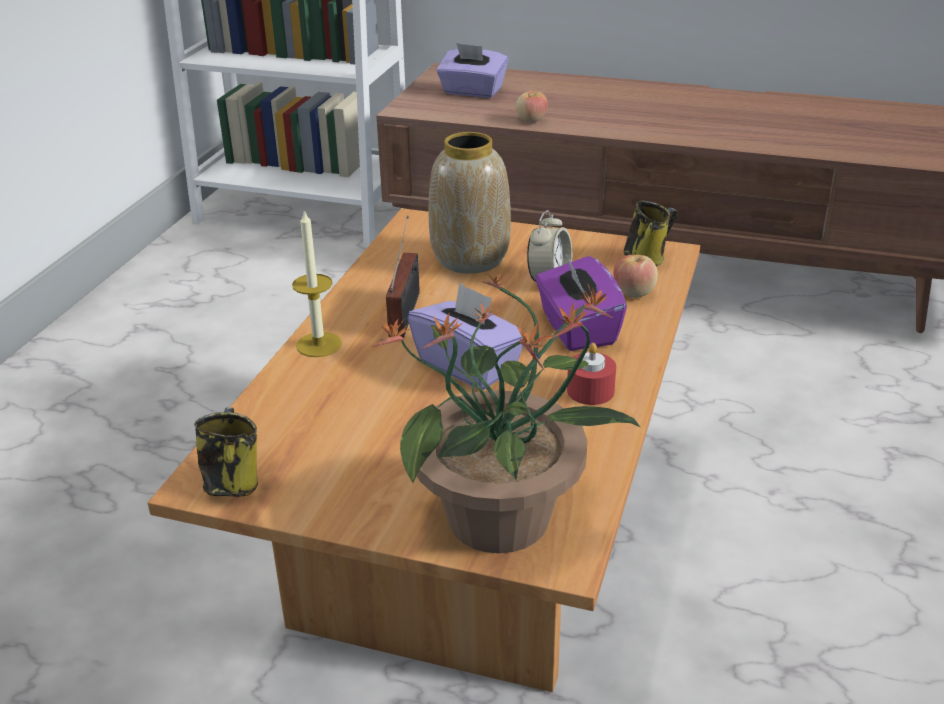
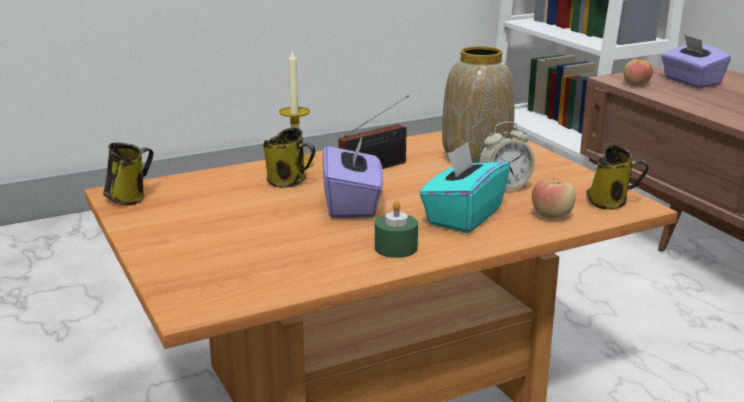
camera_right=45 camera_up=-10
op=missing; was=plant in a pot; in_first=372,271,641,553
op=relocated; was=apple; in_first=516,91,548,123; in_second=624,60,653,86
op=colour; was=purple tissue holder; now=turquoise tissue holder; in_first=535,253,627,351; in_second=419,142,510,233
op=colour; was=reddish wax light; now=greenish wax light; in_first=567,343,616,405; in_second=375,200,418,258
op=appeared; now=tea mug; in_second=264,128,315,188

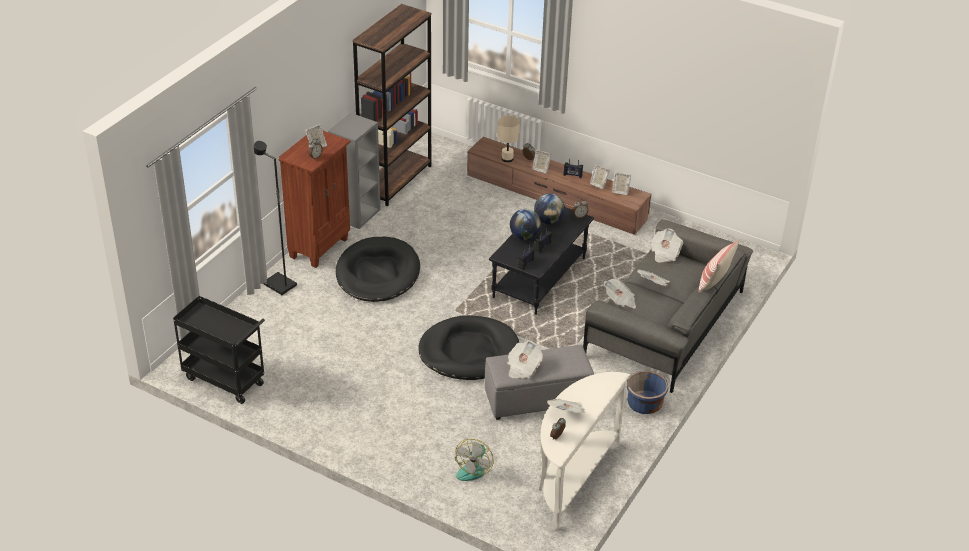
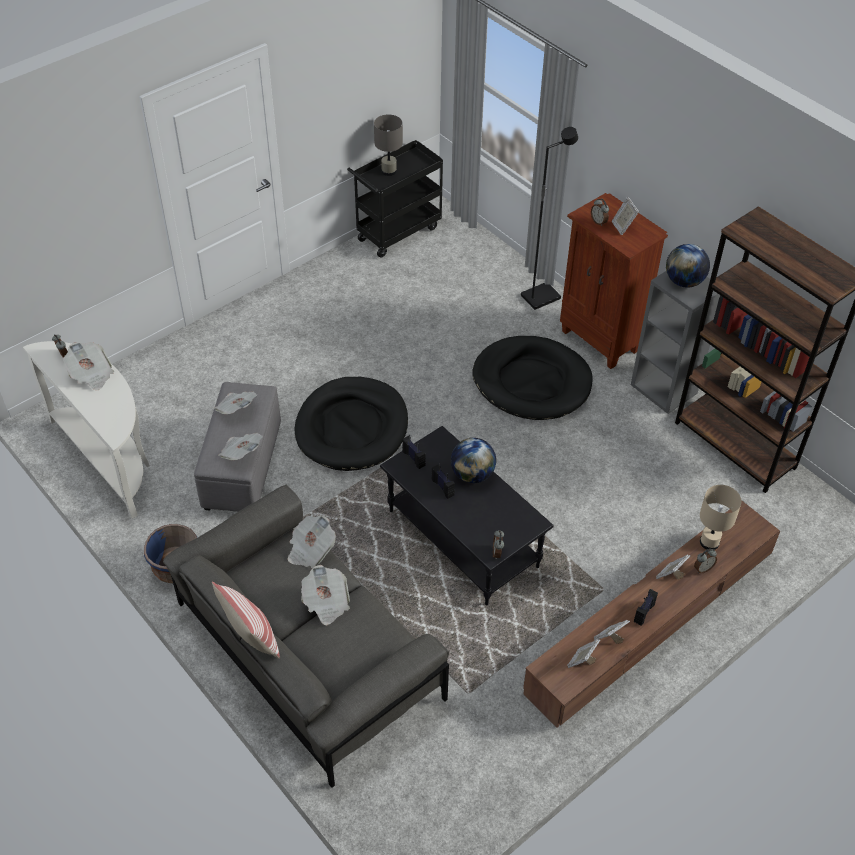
camera_right=110 camera_up=10
op=missing; was=fan; in_first=455,439,494,481
op=relocated; was=globe; in_first=534,193,565,224; in_second=666,244,710,288
op=relocated; was=daily paper; in_first=651,228,683,263; in_second=218,433,263,461
op=appeared; now=gray table lamp; in_second=374,114,403,176

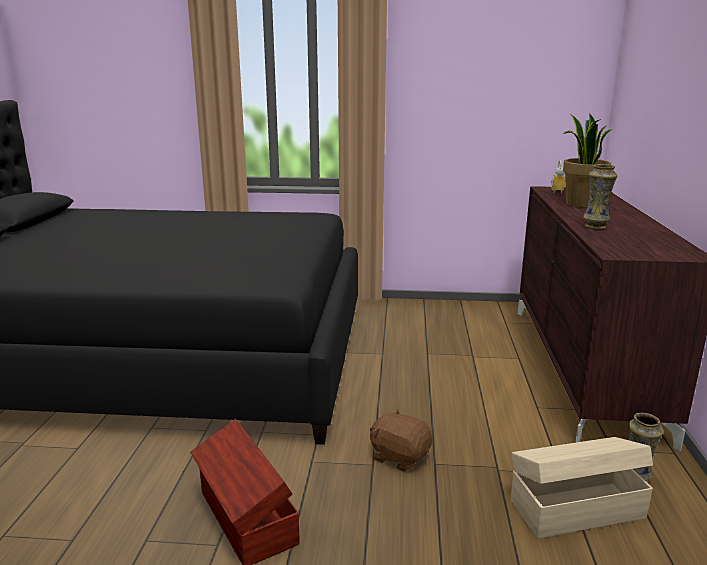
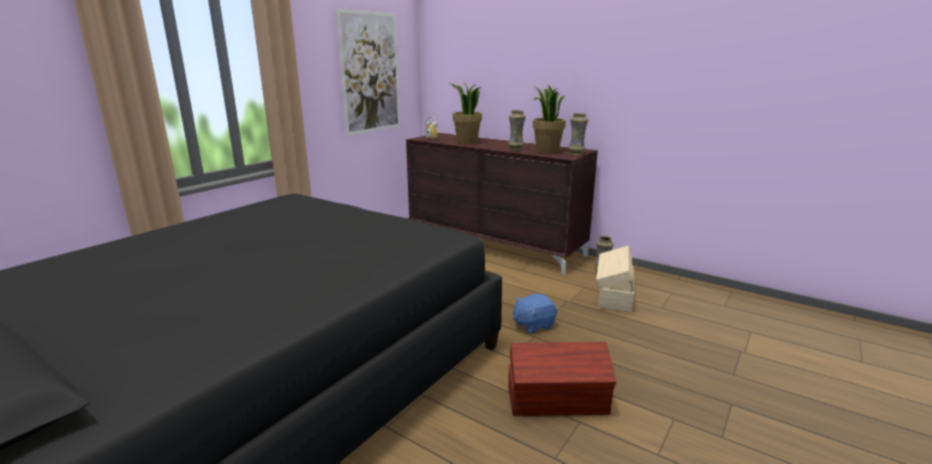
camera_right=-60 camera_up=0
op=colour; was=brown plush toy; now=blue-coloured plush toy; in_first=370,409,432,472; in_second=513,294,557,334
op=appeared; now=wall art; in_second=335,8,401,136
op=appeared; now=plant in a pot; in_second=533,85,566,154
op=appeared; now=decorative vase; in_second=568,113,588,155

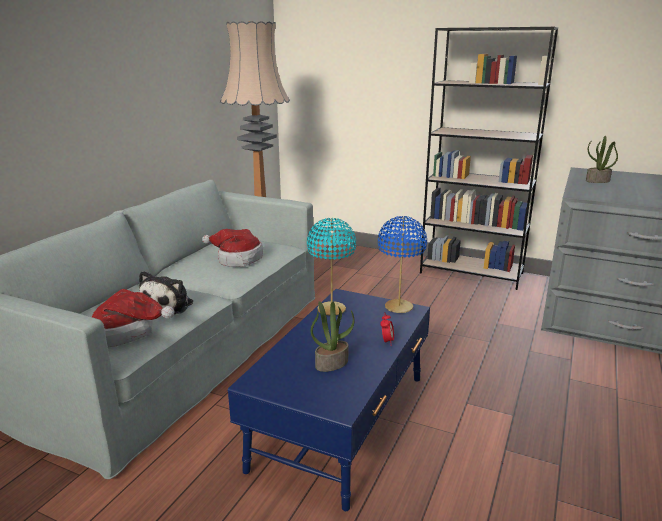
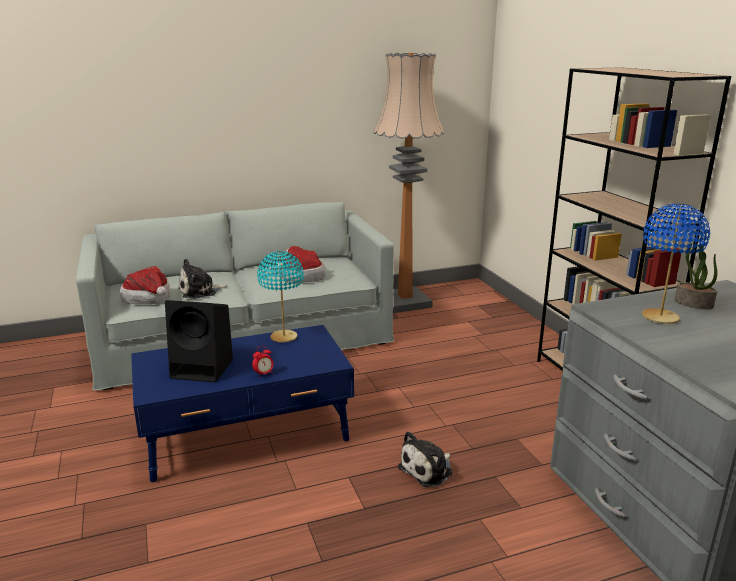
camera_right=45 camera_up=0
op=exchanged; was=plant in a pot; now=blackish speaker; in_first=311,301,355,372; in_second=165,300,233,383
op=relocated; was=blue-coloured table lamp; in_first=378,216,427,313; in_second=642,203,710,324
op=appeared; now=plush toy; in_second=398,431,452,487

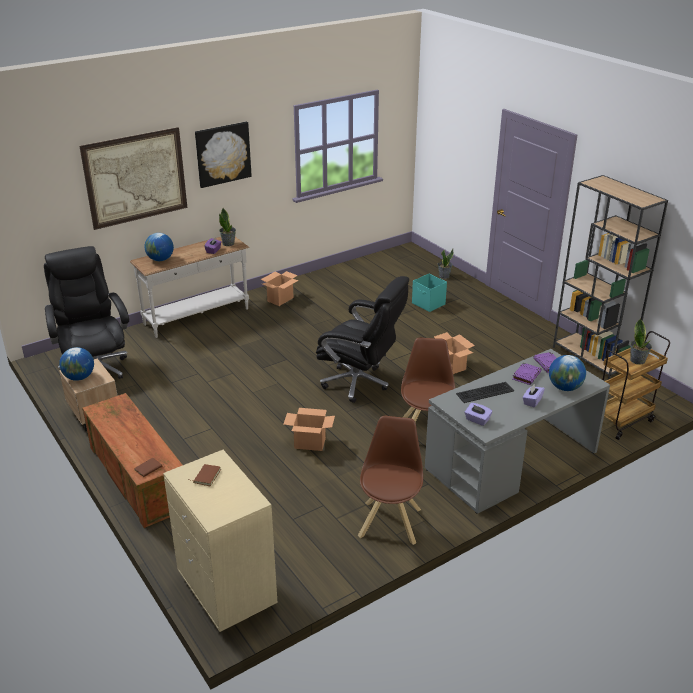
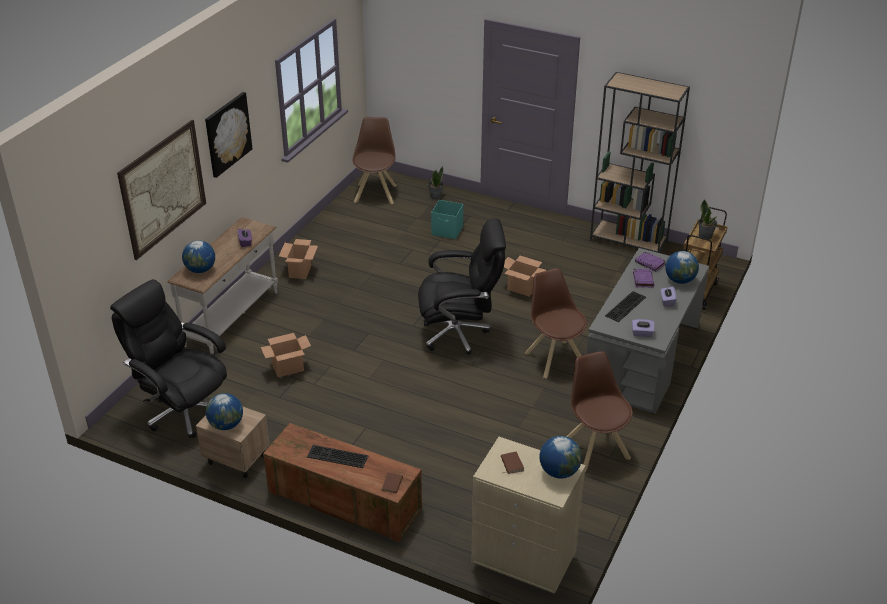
camera_right=-30 camera_up=5
op=missing; was=plant in a pot; in_first=219,208,236,246
op=relocated; was=carton; in_first=283,408,335,451; in_second=261,333,311,377
op=appeared; now=keyboard; in_second=307,445,368,468
op=appeared; now=brown chair; in_second=352,117,397,204
op=appeared; now=globe; in_second=539,436,582,478

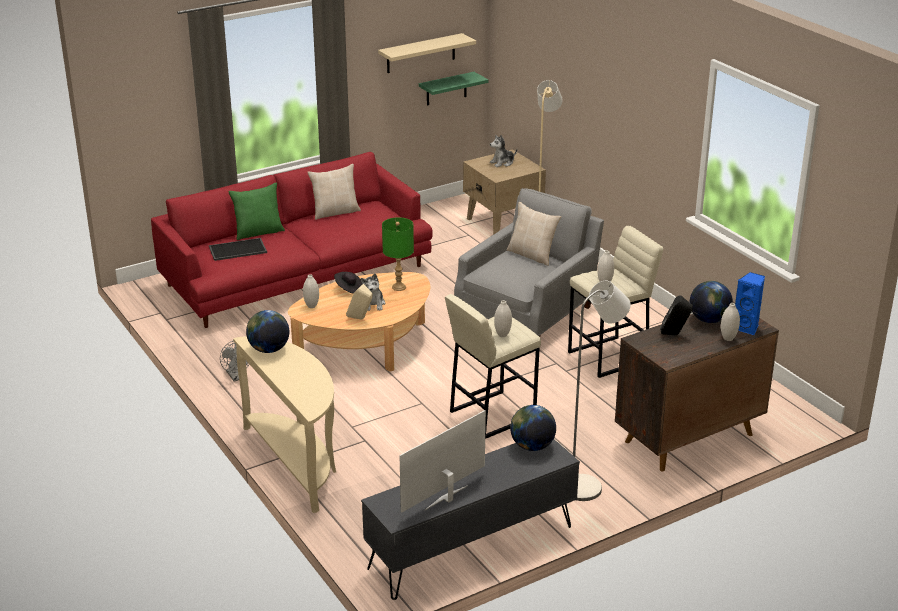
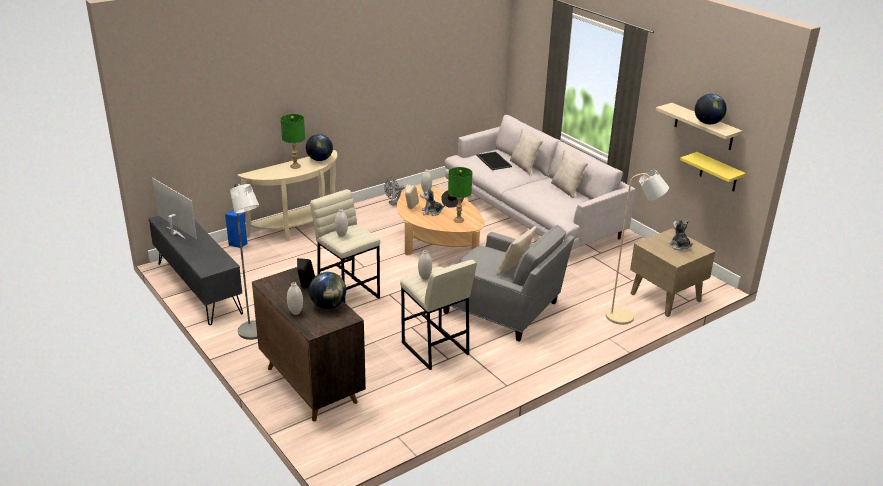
camera_right=85 camera_up=0
op=colour; was=reddish couch; now=white-coloured couch; in_first=151,152,433,328; in_second=445,115,635,250
op=colour; was=greenish pillow; now=sand-coloured pillow; in_first=228,182,285,240; in_second=510,128,543,174
op=colour; was=greenish bracket shelf; now=yellow bracket shelf; in_first=419,72,489,106; in_second=680,152,746,191
op=relocated; was=globe; in_first=510,405,556,451; in_second=695,94,727,124
op=relocated; was=blue-coloured speaker; in_first=735,272,765,335; in_second=225,209,247,248
op=appeared; now=greenish table lamp; in_second=281,114,305,169

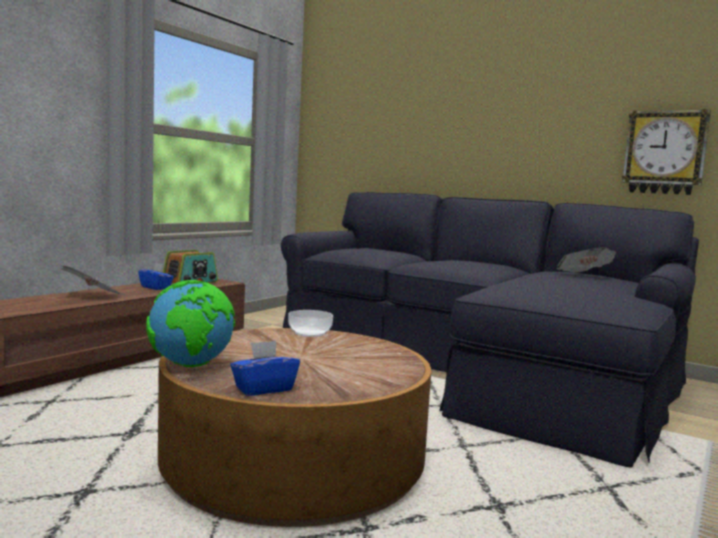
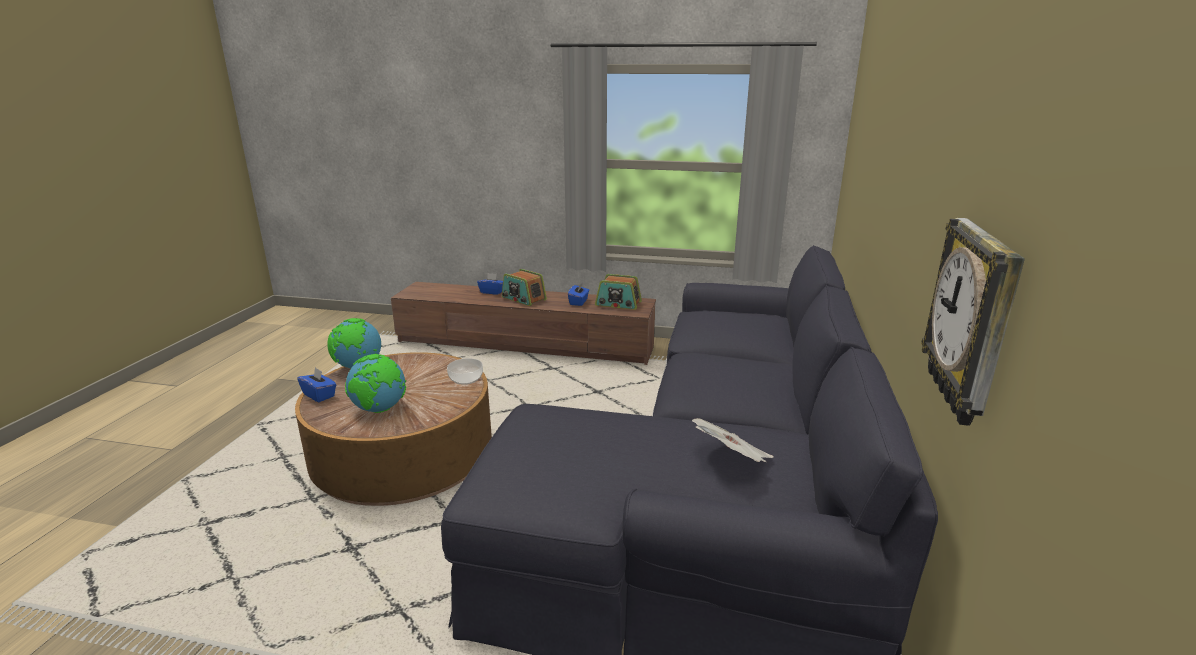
camera_right=70 camera_up=15
op=exchanged; was=daily paper; now=radio set; in_first=61,266,125,295; in_second=502,269,547,306
op=appeared; now=globe; in_second=345,354,406,413
op=appeared; now=blue-coloured tissue holder; in_second=477,273,503,295

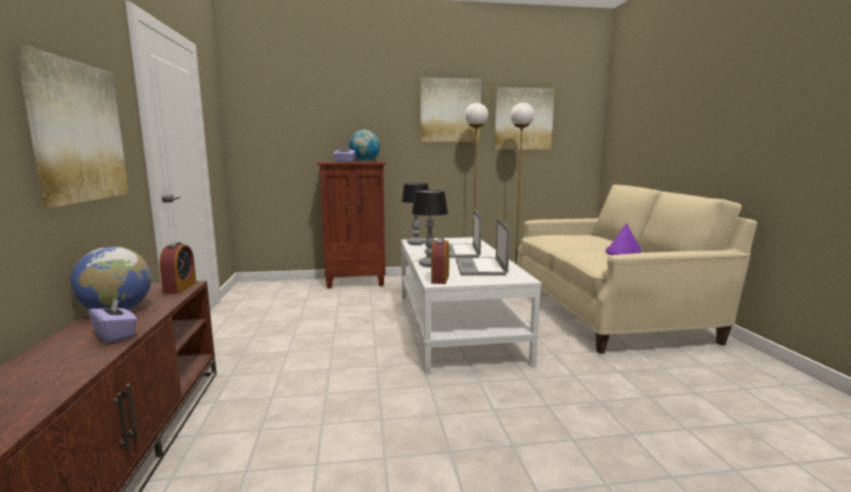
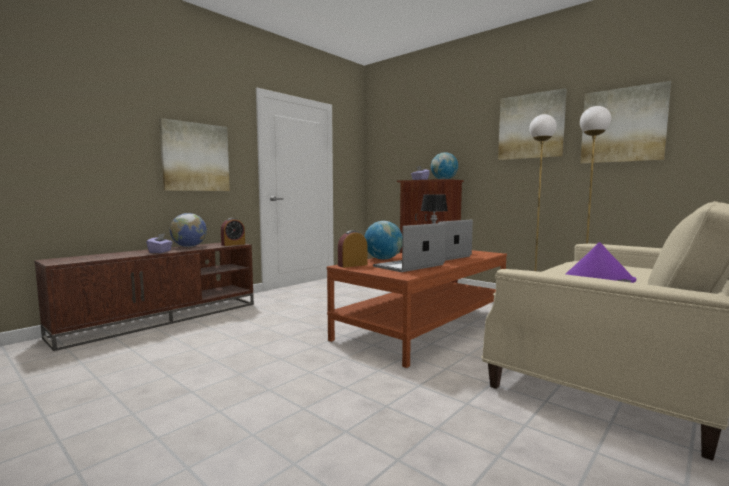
camera_right=50 camera_up=-5
op=colour; was=white-coloured coffee table; now=brown coffee table; in_first=401,237,541,374; in_second=327,250,507,368
op=exchanged; was=table lamp; now=globe; in_first=412,190,448,267; in_second=364,221,402,260

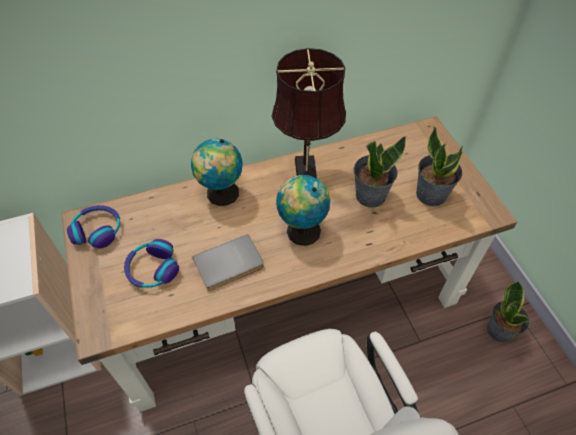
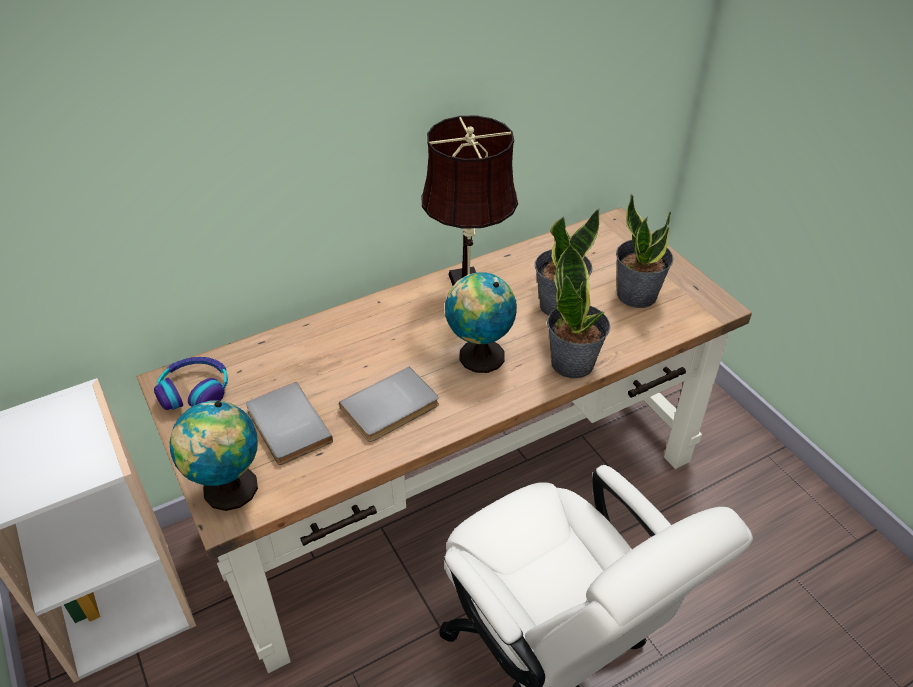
camera_right=-10 camera_up=-10
op=exchanged; was=headset; now=gray book; in_first=124,239,179,288; in_second=246,382,333,465
op=relocated; was=globe; in_first=191,138,243,206; in_second=169,400,258,511
op=relocated; was=plant in a pot; in_first=487,281,530,342; in_second=547,243,610,379

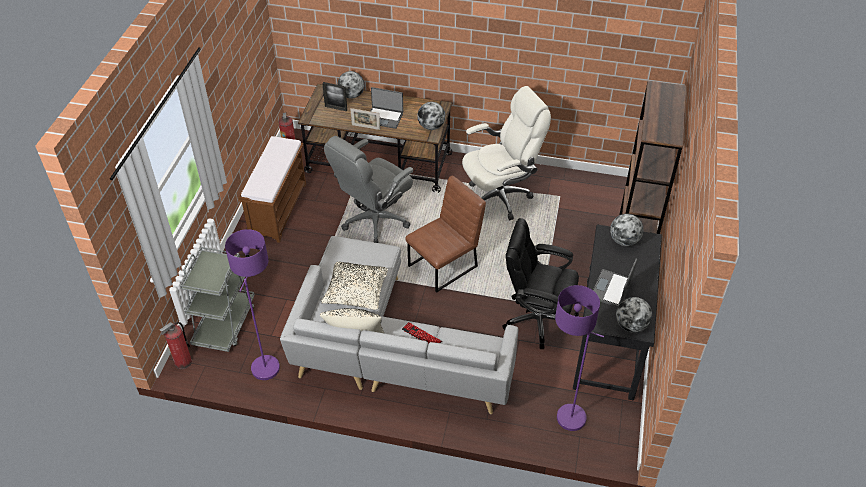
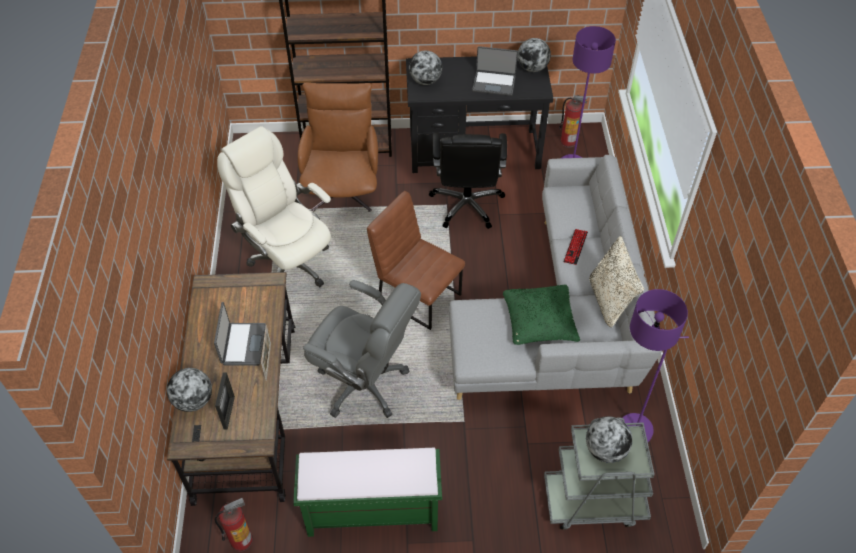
camera_right=-105 camera_up=5
op=relocated; was=extinguisher; in_first=159,322,192,369; in_second=559,95,588,148
op=colour; was=brown indoor bench; now=greenish indoor bench; in_first=238,136,306,243; in_second=293,448,442,537
op=colour; was=sand-coloured pillow; now=greenish pillow; in_first=321,262,388,310; in_second=503,284,580,345
op=relocated; was=globe; in_first=417,102,445,130; in_second=586,416,632,463
op=appeared; now=brown easy chair; in_second=298,83,378,212

